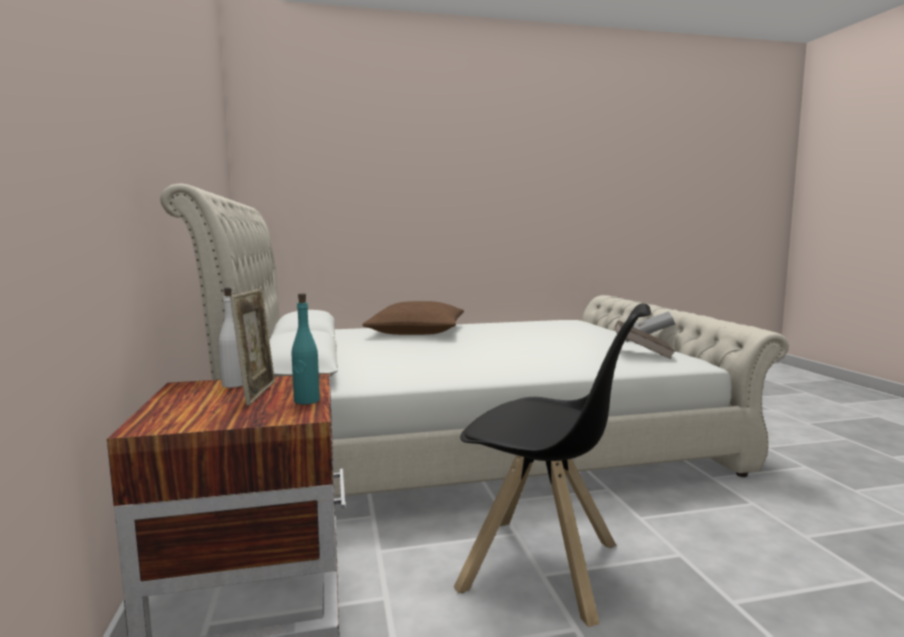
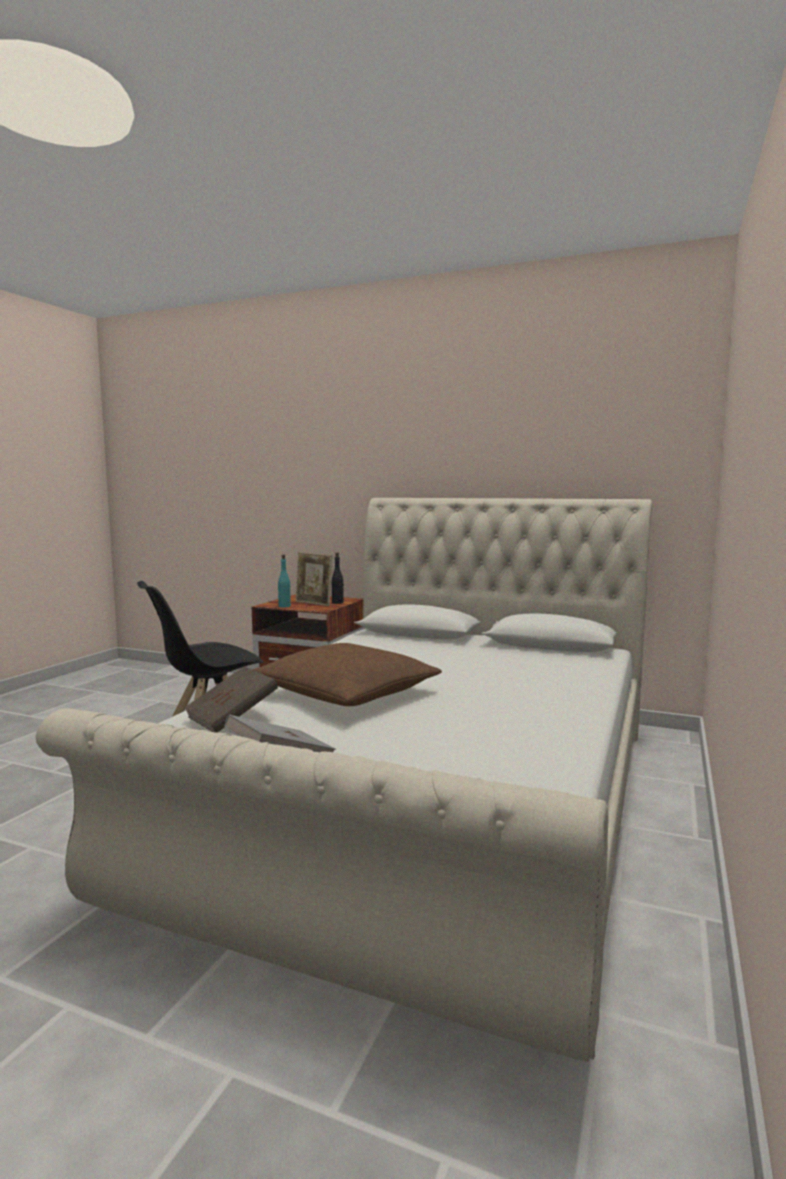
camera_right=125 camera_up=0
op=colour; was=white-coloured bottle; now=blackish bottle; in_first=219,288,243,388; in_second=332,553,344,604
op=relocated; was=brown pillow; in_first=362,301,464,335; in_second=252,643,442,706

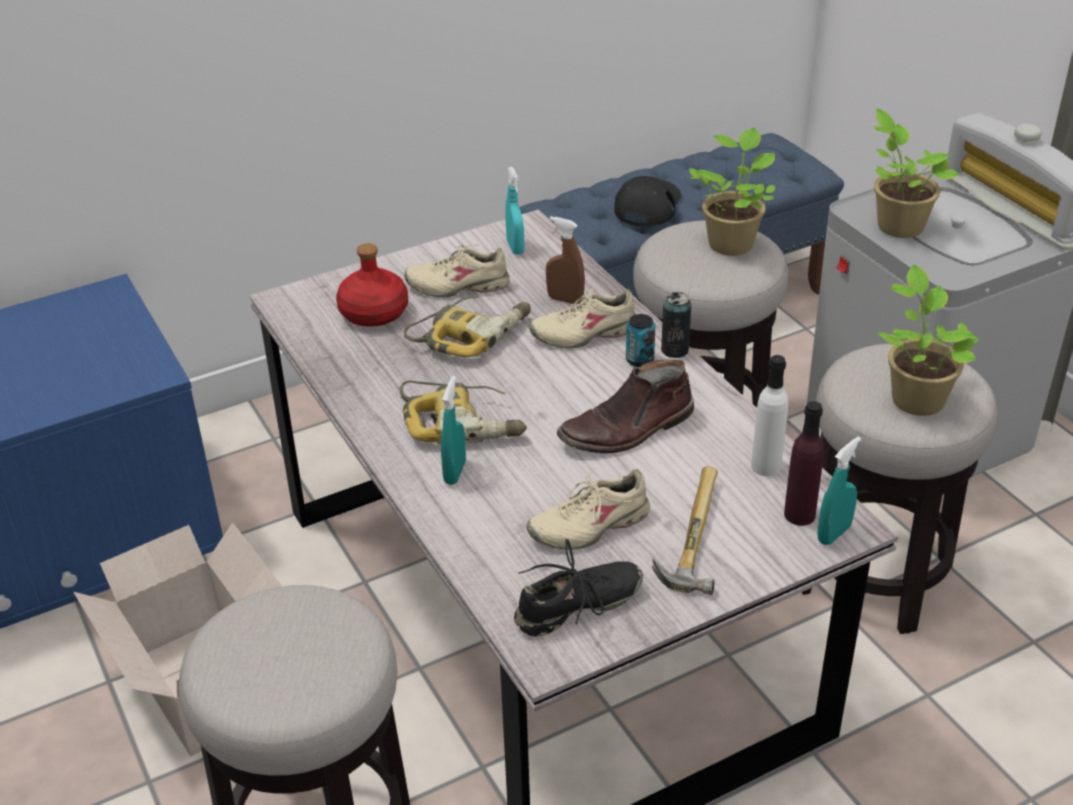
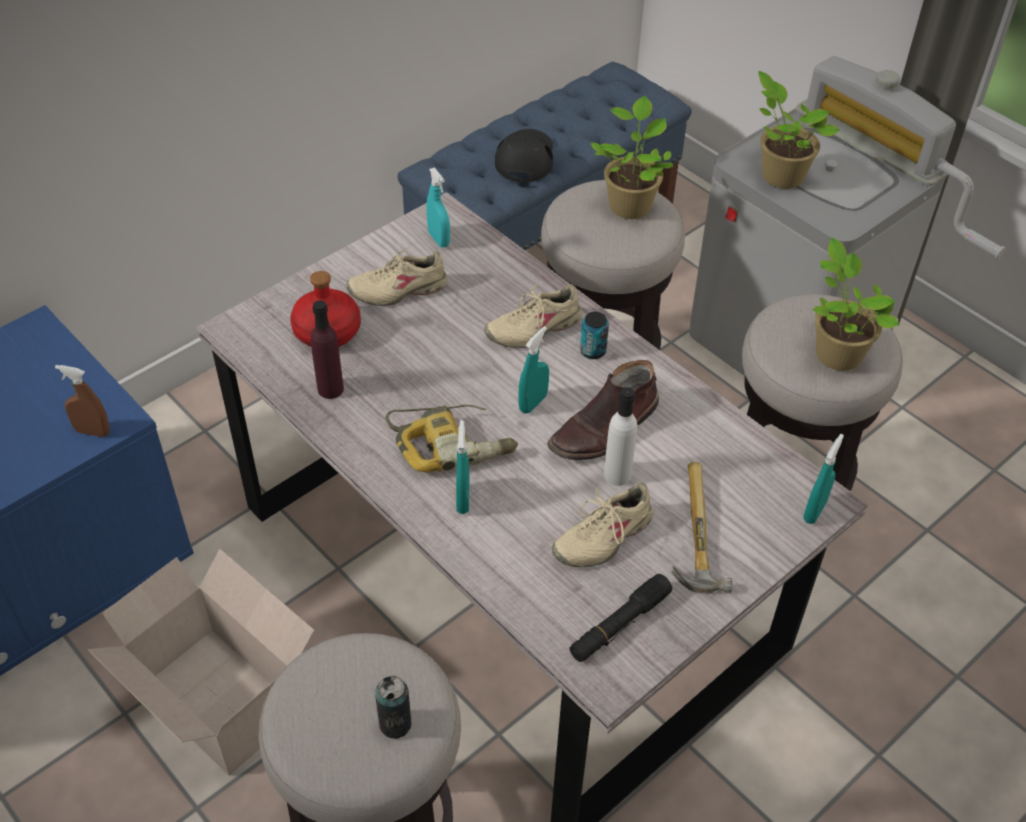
camera_right=-15 camera_up=10
op=missing; was=drill; in_first=404,296,531,357
op=exchanged; was=blackish shoe; now=blackish flashlight; in_first=514,539,643,637; in_second=570,574,672,662
op=relocated; was=brown sprayer; in_first=546,216,585,304; in_second=55,365,110,437
op=relocated; was=metal can; in_first=661,292,691,358; in_second=375,676,411,739
op=relocated; was=white-coloured bottle; in_first=751,355,788,477; in_second=604,387,637,486
op=relocated; was=purple bottle; in_first=784,401,824,526; in_second=311,300,344,399
op=appeared; now=turquoise sprayer; in_second=519,326,549,414

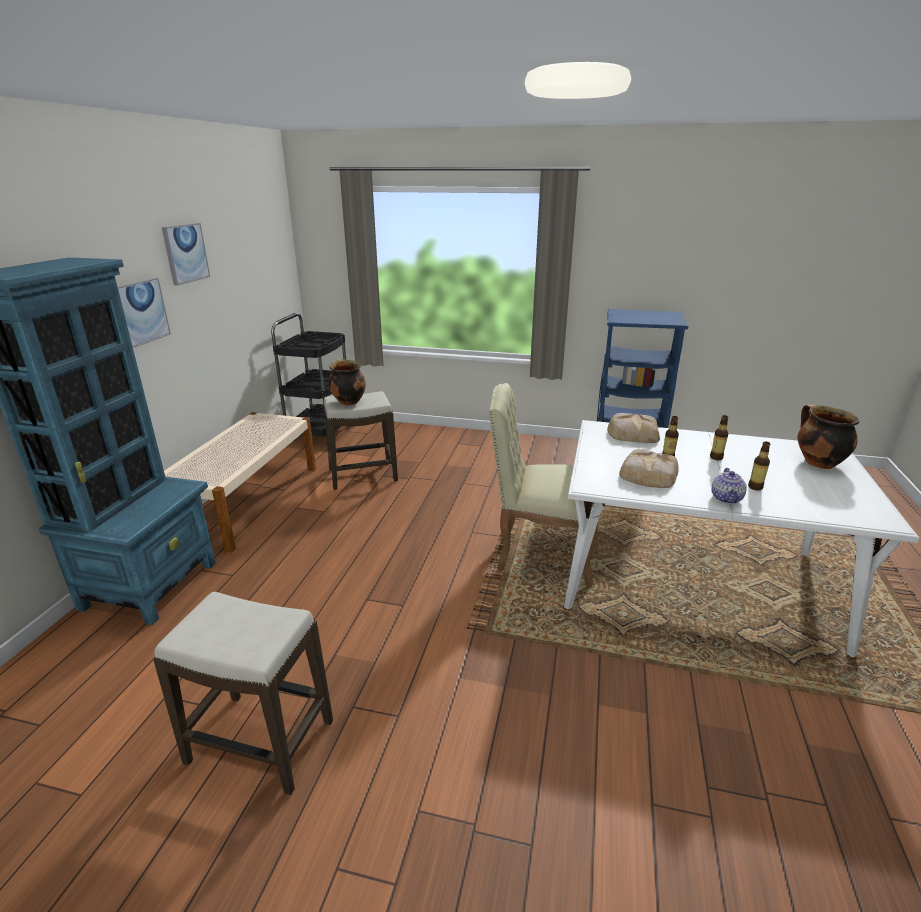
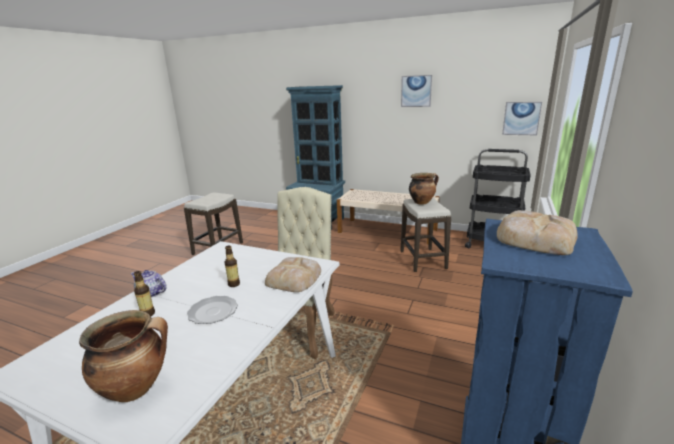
camera_right=100 camera_up=-5
op=relocated; was=wall art; in_first=117,278,171,348; in_second=502,102,542,136
op=relocated; was=bakery bread; in_first=619,449,679,488; in_second=497,210,578,255
op=exchanged; was=bottle; now=plate; in_first=710,415,729,460; in_second=187,296,238,324

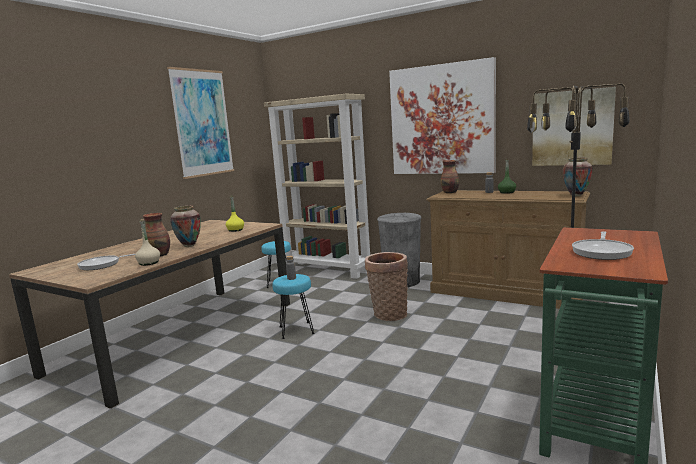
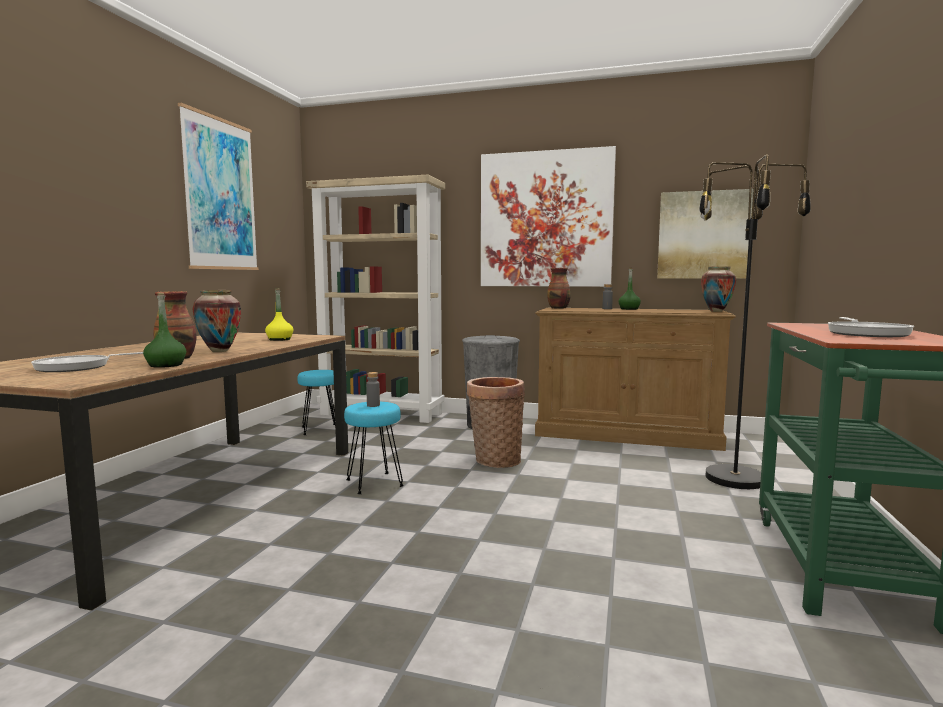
camera_right=-15 camera_up=-5
op=colour; was=sand-coloured bottle; now=greenish bottle; in_first=135,219,160,266; in_second=143,293,186,368

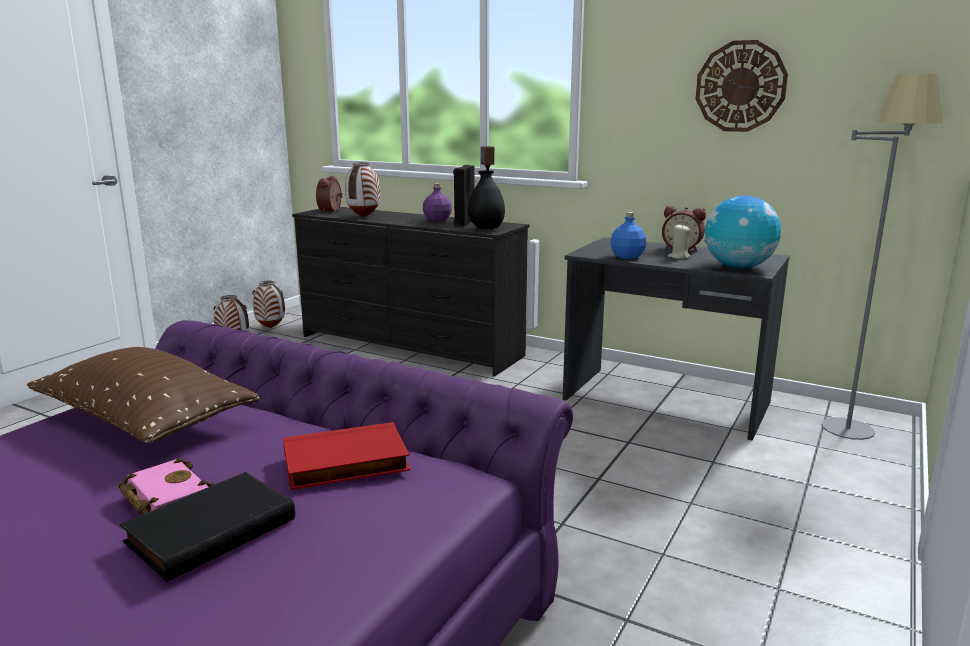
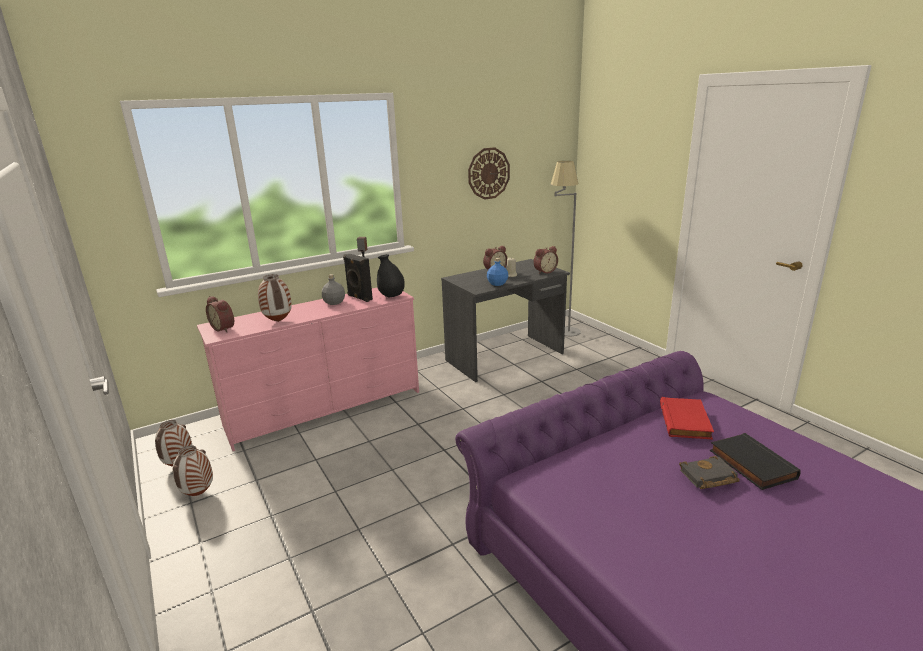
camera_right=-60 camera_up=5
op=missing; was=brown pillow; in_first=27,347,260,443
op=colour; was=pink-coloured book; now=blackish book; in_first=118,458,214,515; in_second=679,456,740,489
op=colour; was=blackish drawer chest; now=pink-coloured drawer chest; in_first=292,207,530,377; in_second=197,288,419,451
op=colour; was=purple bottle; now=gray bottle; in_first=423,183,452,221; in_second=322,274,345,305
op=exchanged; was=globe; now=bedside clock; in_first=705,196,781,268; in_second=533,246,558,274

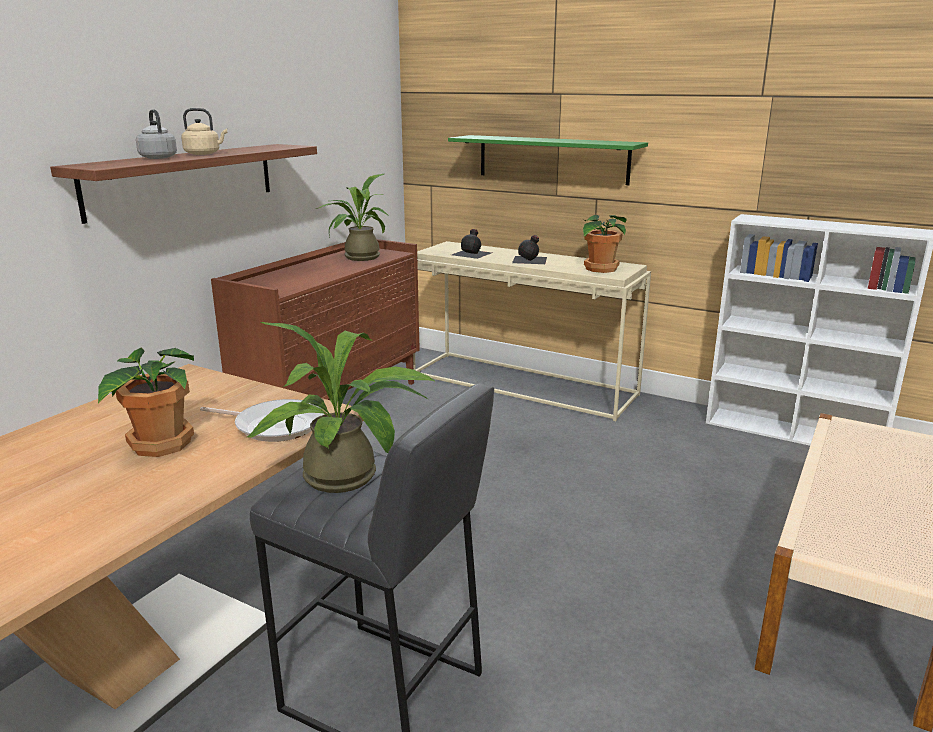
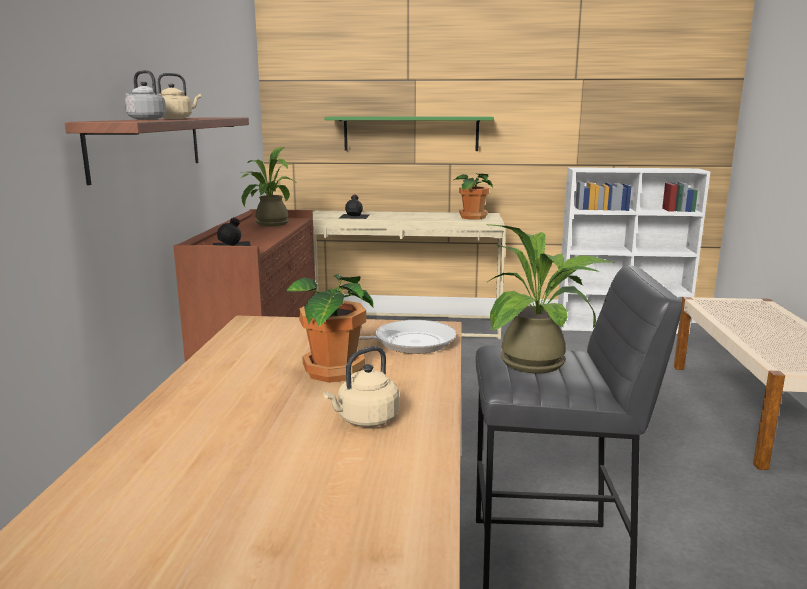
camera_right=-25 camera_up=-5
op=relocated; was=blackish bottle; in_first=512,235,547,264; in_second=213,217,251,246
op=appeared; now=sand-coloured tea kettle; in_second=323,346,399,427

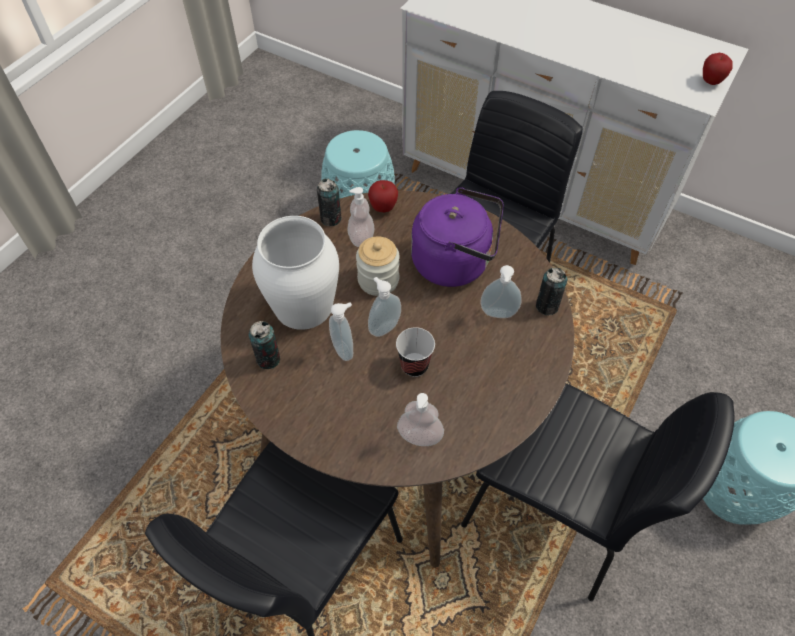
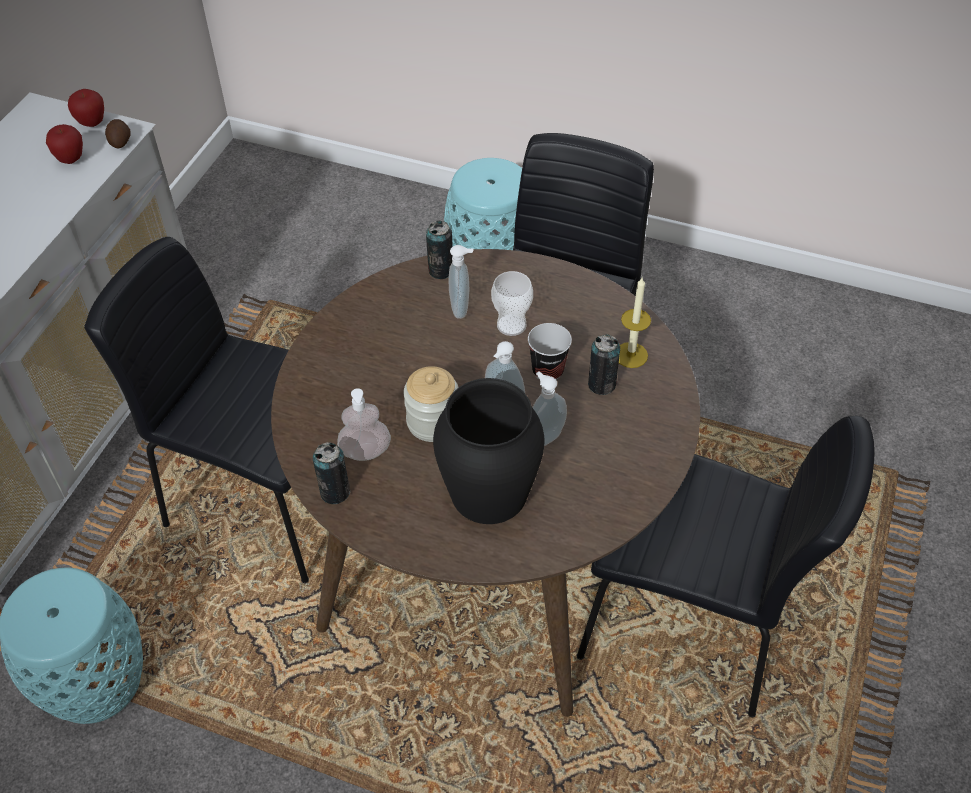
camera_right=-100 camera_up=-5
op=relocated; was=metal can; in_first=249,321,280,369; in_second=588,334,620,395
op=colour; was=white-coloured decorative vase; now=blackish decorative vase; in_first=252,216,339,330; in_second=433,378,545,524
op=relocated; was=apple; in_first=368,180,398,212; in_second=46,124,83,164
op=exchanged; was=soap dispenser; now=wax light; in_first=397,393,444,446; in_second=619,278,651,368
op=missing; was=purple tea kettle; in_first=411,187,504,287
op=appeared; now=whole potato; in_second=105,119,130,149
op=appeared; now=drinking cup; in_second=491,271,533,336

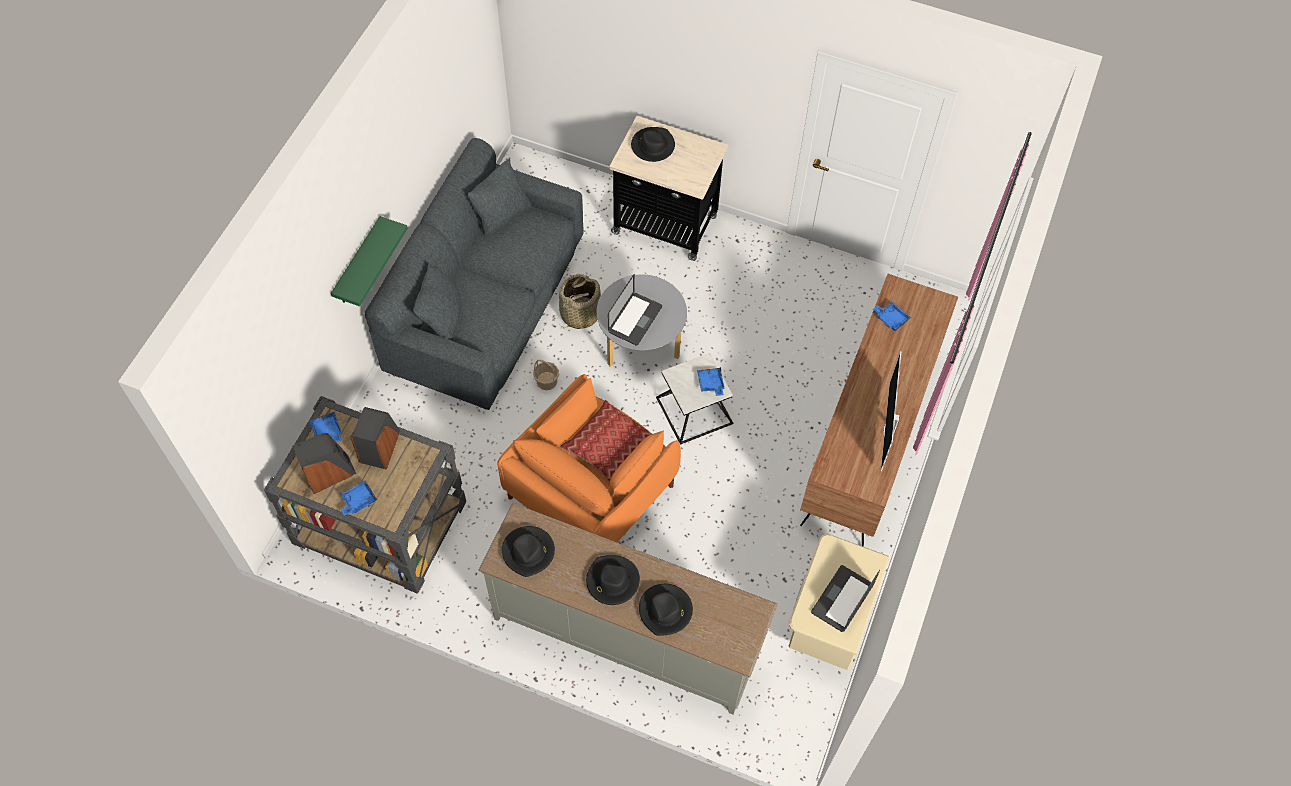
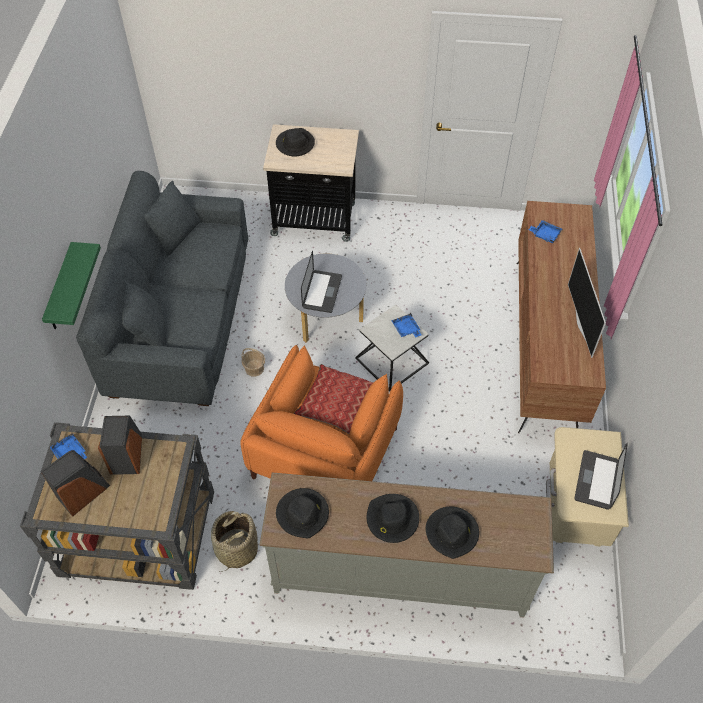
camera_right=-15 camera_up=-5
op=missing; was=blue-coloured carrying tray; in_first=340,481,377,516
op=relocated; was=household basket; in_first=559,274,601,329; in_second=211,511,258,572

